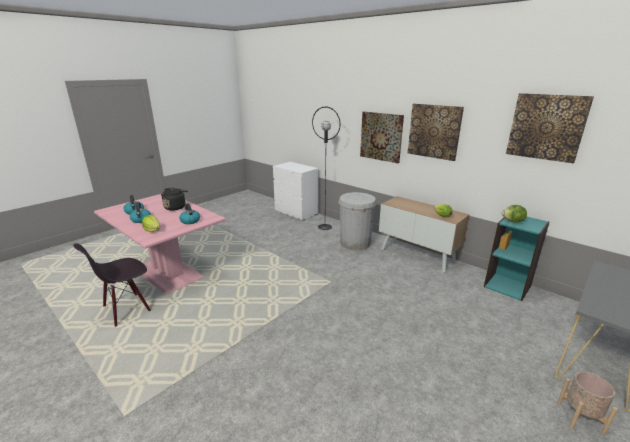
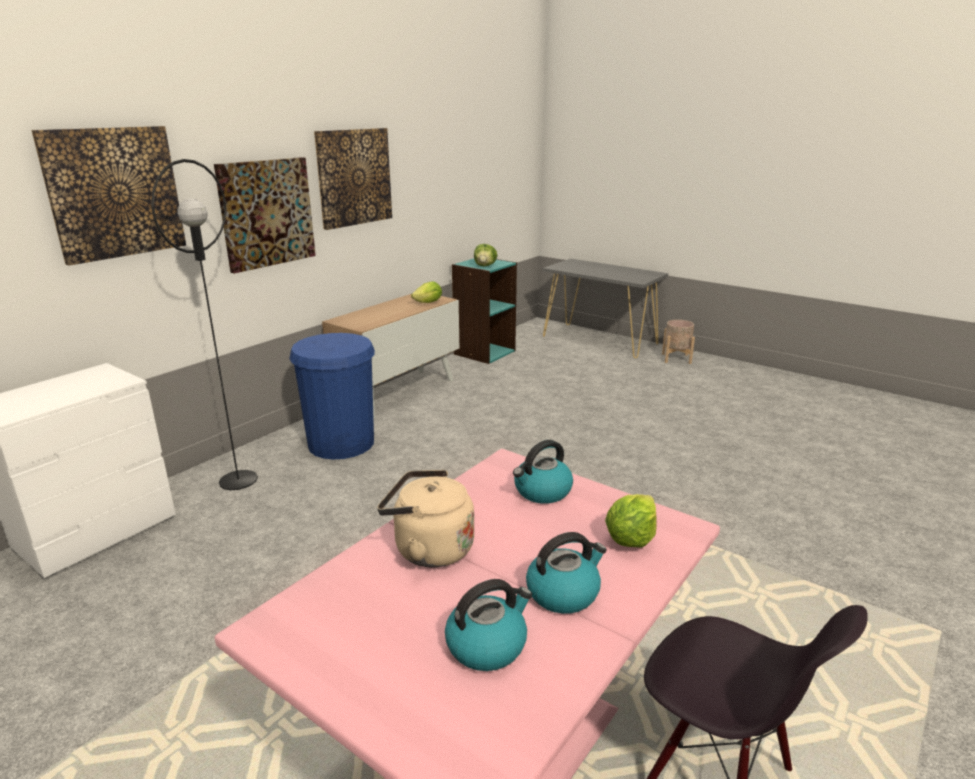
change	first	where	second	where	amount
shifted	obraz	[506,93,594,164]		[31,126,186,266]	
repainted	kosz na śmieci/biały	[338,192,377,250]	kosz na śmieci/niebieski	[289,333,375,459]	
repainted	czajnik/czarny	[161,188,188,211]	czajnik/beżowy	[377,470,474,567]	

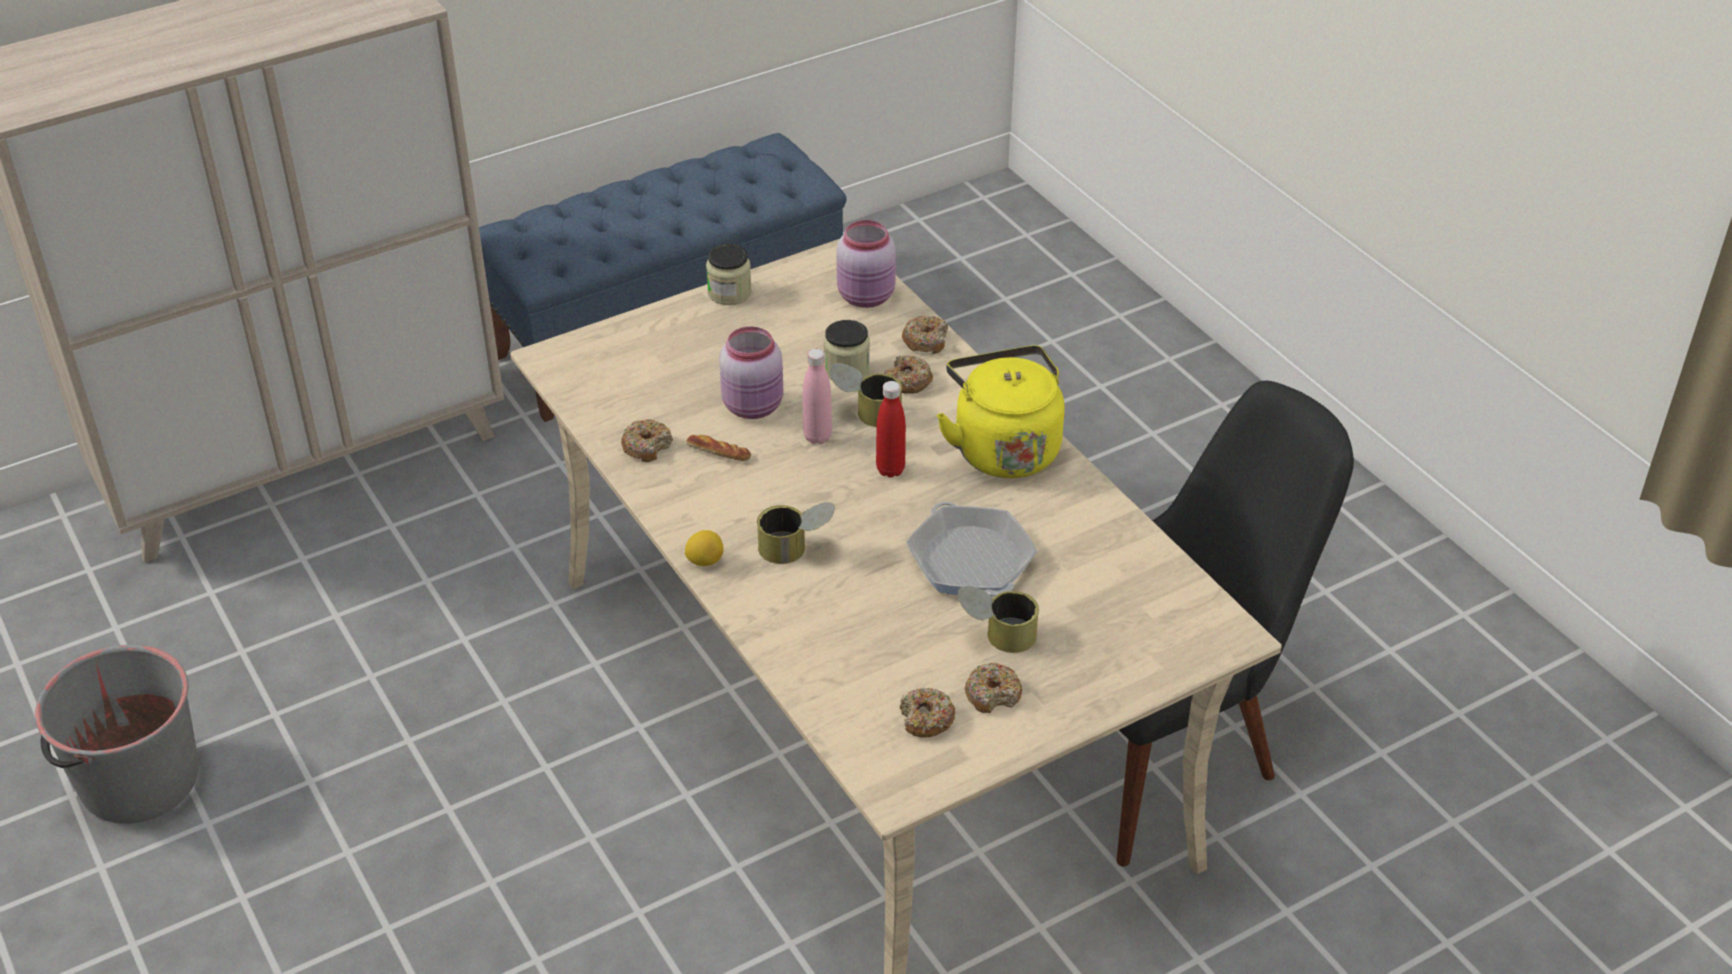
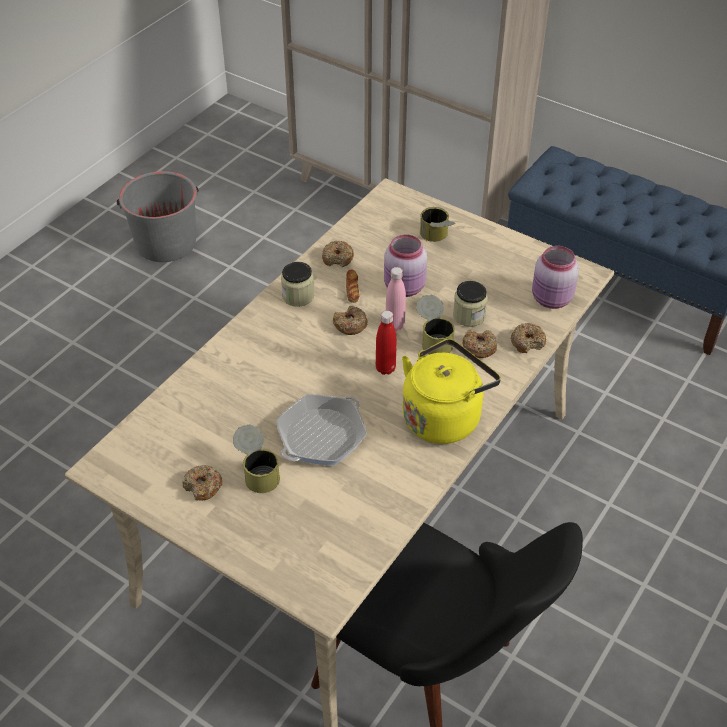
change	first	where	second	where	amount
shifted	słoik	[706,244,752,305]		[281,262,314,307]	
shifted	donut	[899,688,955,737]		[333,306,368,335]	
shifted	puszka	[757,502,835,564]		[420,207,455,242]	
gone	cytryna	[685,530,724,566]			

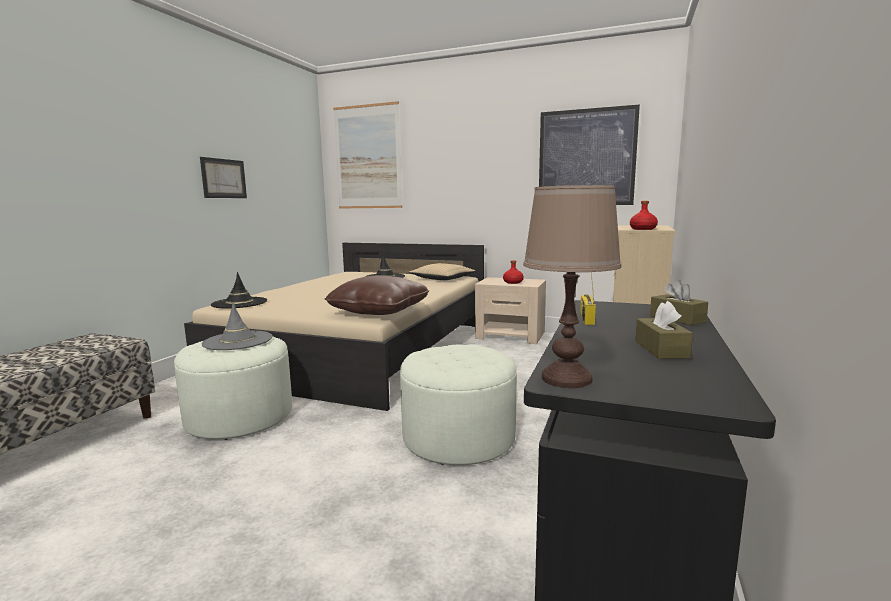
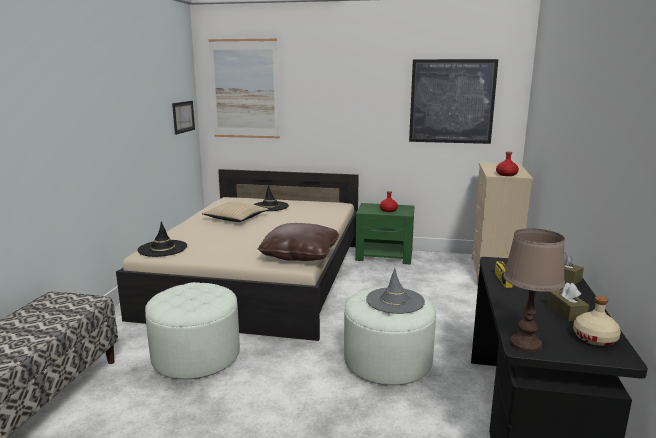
change	first	where	second	where	amount
shifted	obraz	[200,157,247,198]		[172,101,195,135]	
shifted	poduszka/beżowy	[409,263,475,280]		[202,202,269,222]	
repainted	szafka nocna/beżowy	[475,277,546,344]	szafka nocna/zielony	[355,203,414,264]	
shifted	kapelusz/szary	[202,302,272,350]		[366,268,425,314]	
new			butelka/beżowy	[573,296,621,346]	

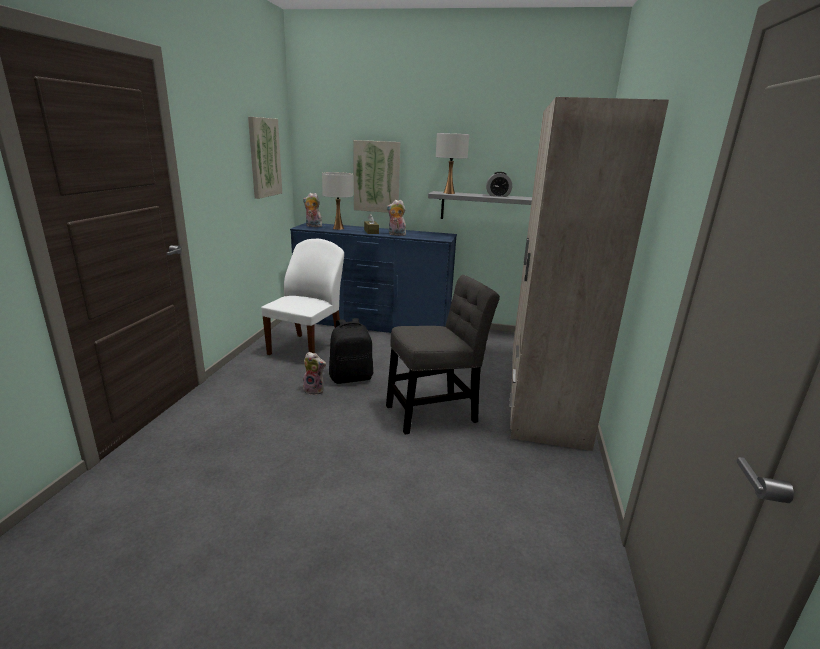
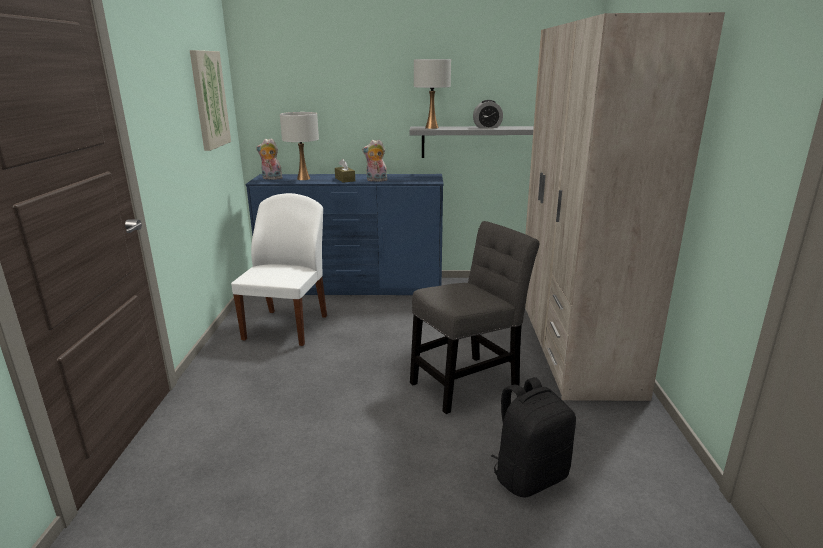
change	first	where	second	where	amount
shifted	plecak/czarny	[329,318,373,384]		[491,377,576,498]	
gone	pluszak	[303,352,326,395]			
gone	obraz	[353,140,400,213]			

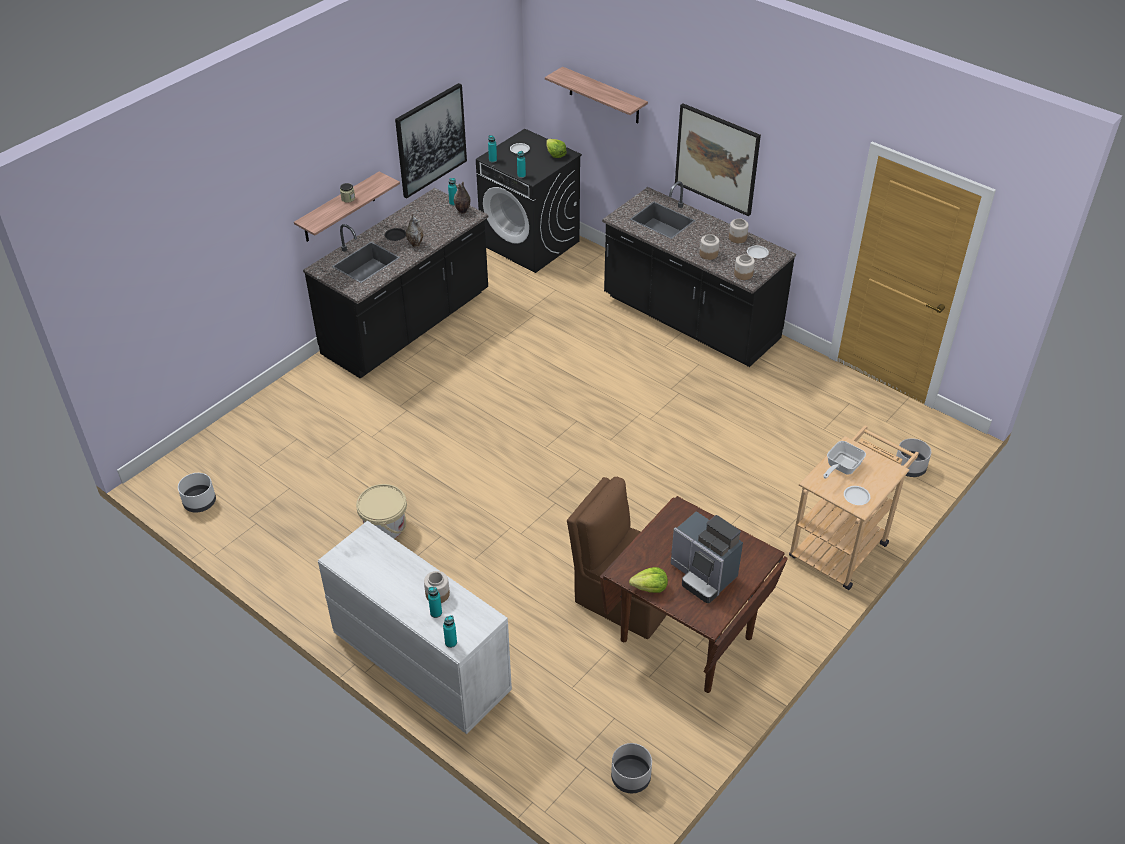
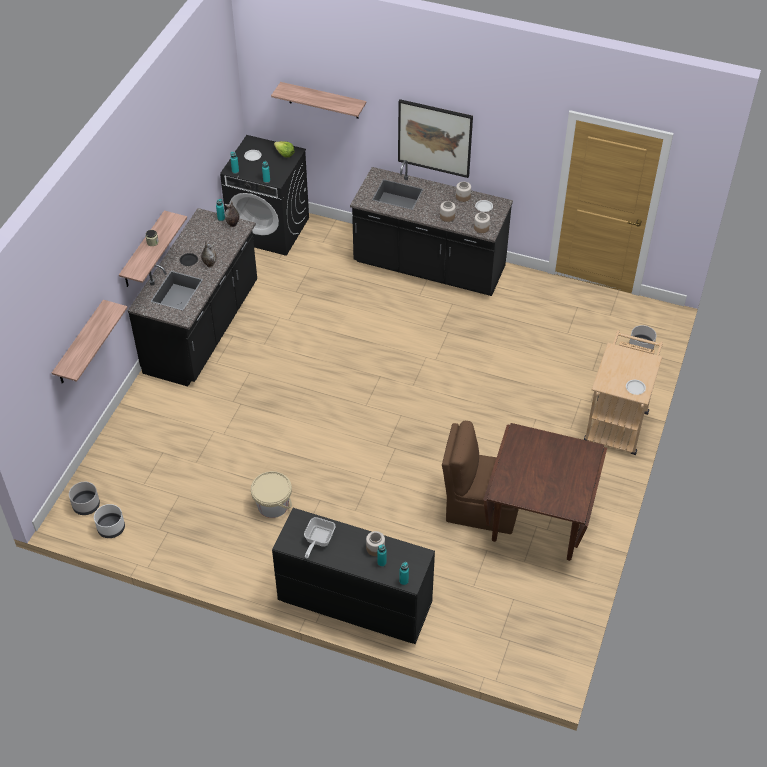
change	first	where	second	where	amount
new			półka	[52,300,128,384]	
shifted	donica/szary	[611,743,652,793]		[69,482,100,515]	
repainted	komoda/biały	[318,521,512,734]	komoda/czarny	[272,508,435,644]	
shifted	patelnia	[823,441,866,479]		[304,517,336,558]	
gone	obraz	[395,83,467,198]			
gone	sałata	[629,567,668,593]			
gone	ekspres do kawy	[671,511,743,603]			

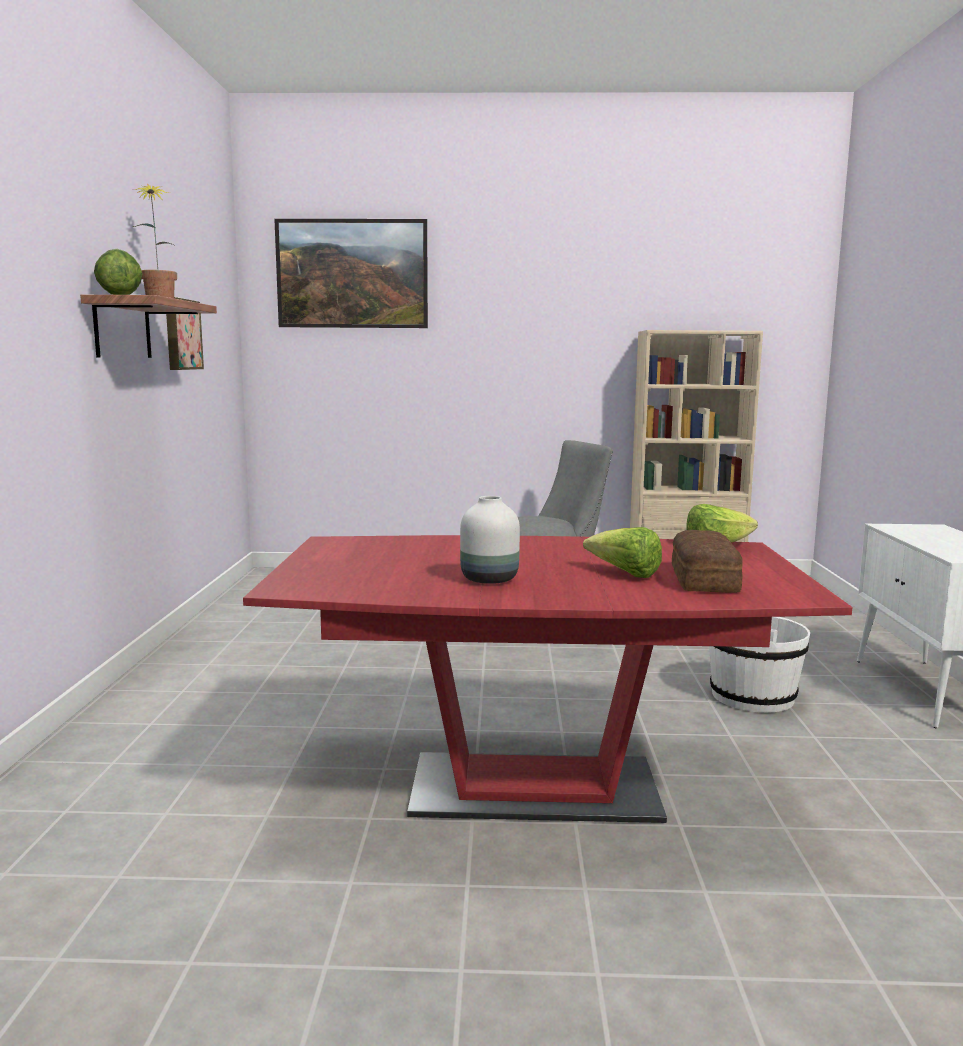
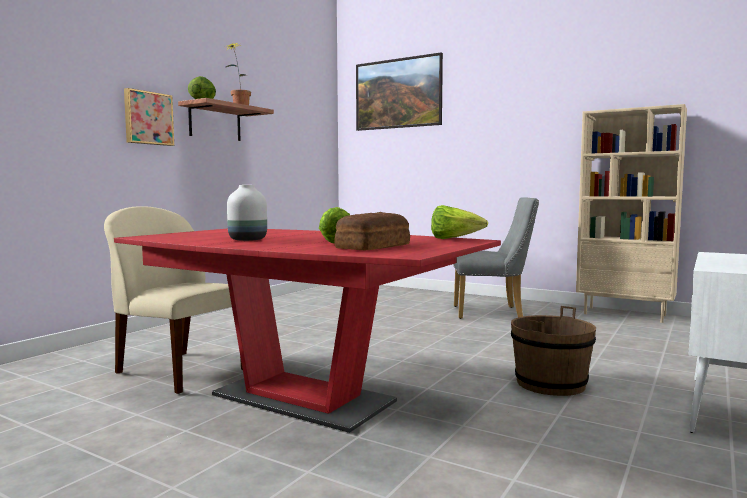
change	first	where	second	where	amount
new			krzesło/beżowy	[104,206,243,394]	
shifted	obraz	[166,297,204,370]		[124,88,174,146]	
repainted	wiadro/biały	[709,617,810,713]	wiadro/brązowy	[511,306,596,396]	

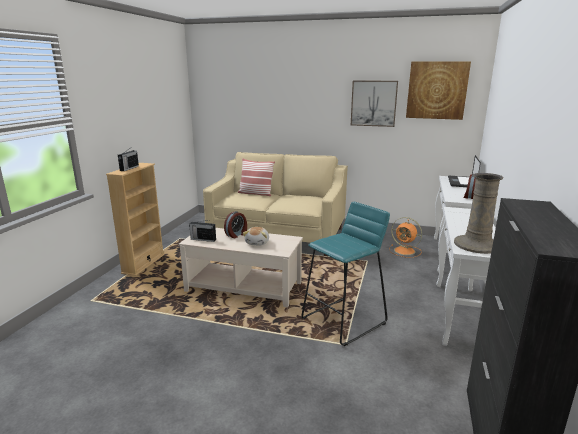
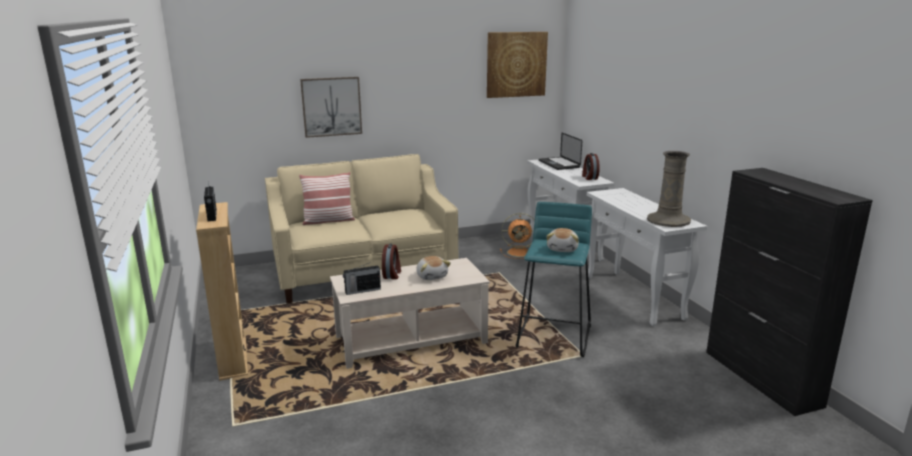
change	first	where	second	where	amount
shifted	obraz	[351,80,398,127]		[300,77,362,138]	
new			pluszak	[546,228,579,252]	

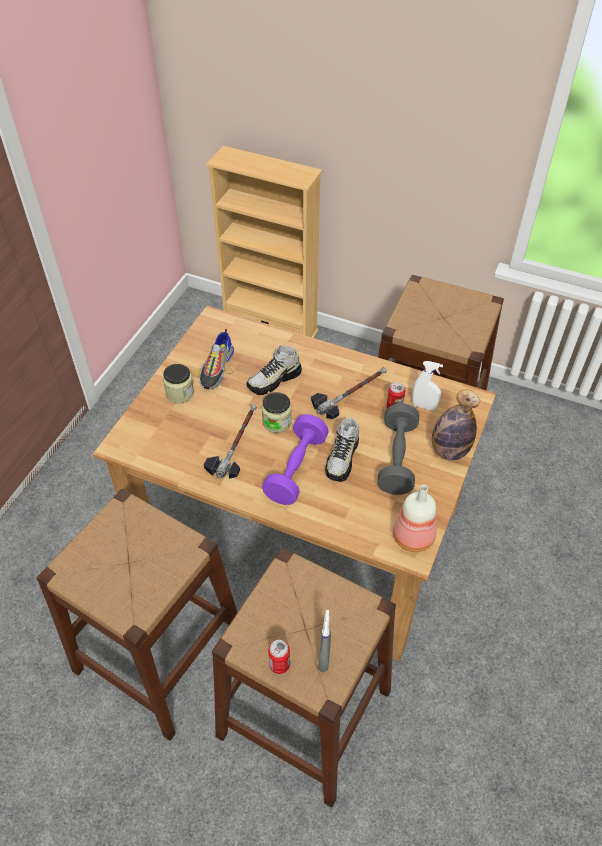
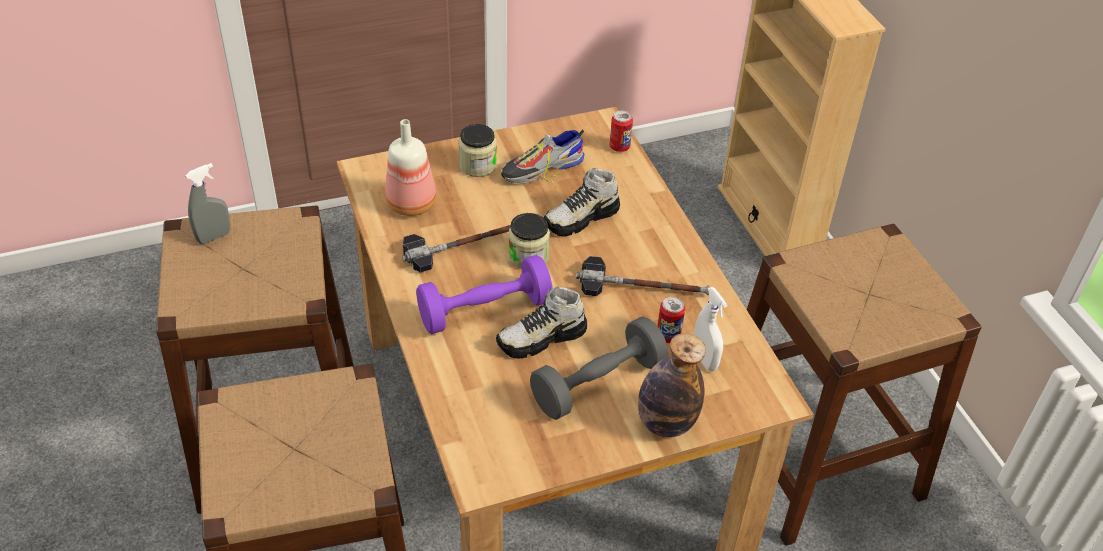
change	first	where	second	where	amount
shifted	spryskiwacz/szary	[318,610,331,672]		[186,163,230,244]	
shifted	butelka	[393,485,436,552]		[385,119,436,216]	
rotated	but	[246,346,302,395]		[544,168,620,237]	45 degrees counterclockwise
shifted	puszka	[268,640,290,674]		[609,111,633,152]	

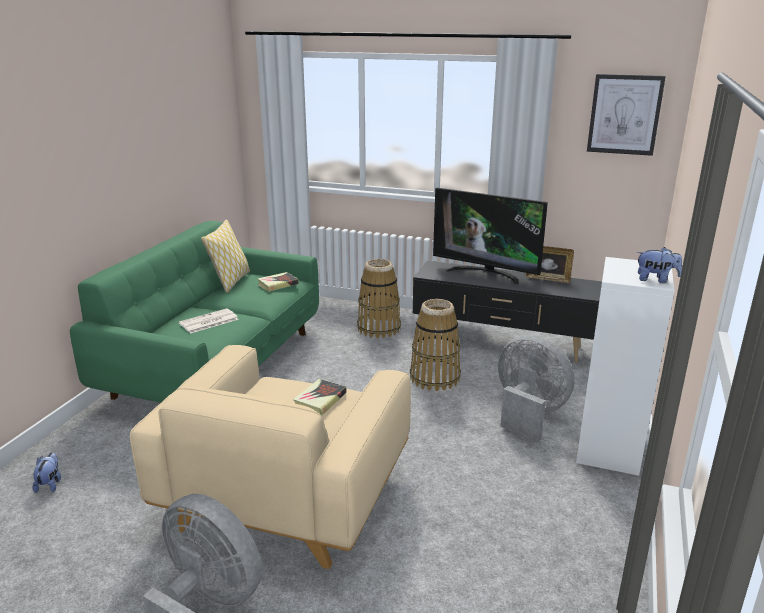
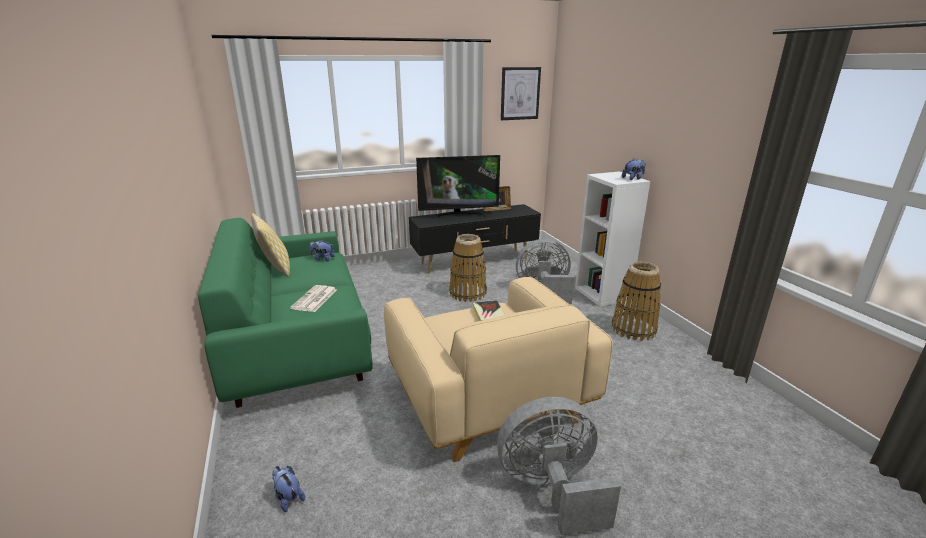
change	first	where	second	where	amount
swapped	książka	[258,272,299,292]	pluszak	[310,239,335,261]	
shifted	koszyk	[357,259,401,338]		[612,262,661,341]	

